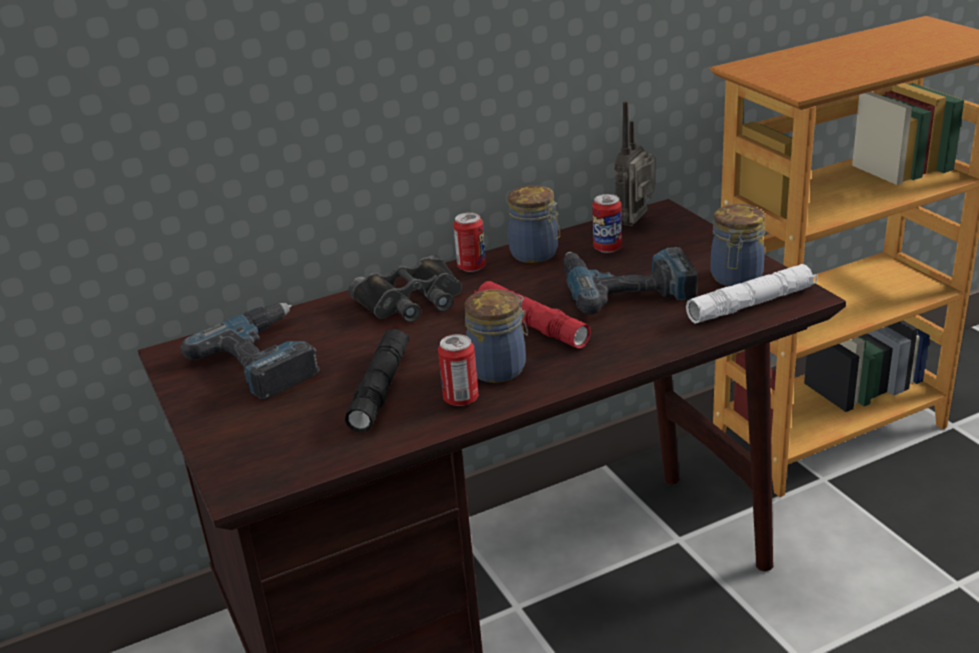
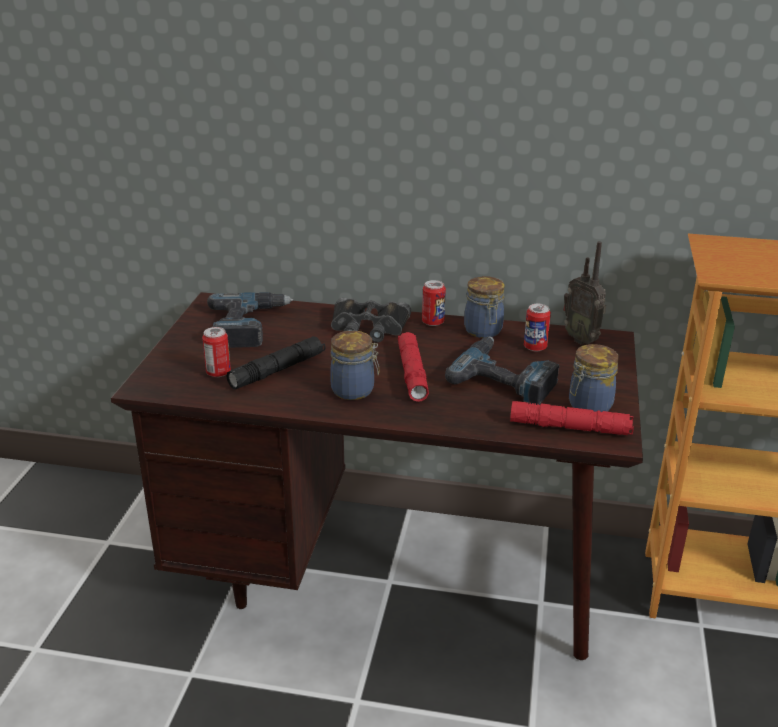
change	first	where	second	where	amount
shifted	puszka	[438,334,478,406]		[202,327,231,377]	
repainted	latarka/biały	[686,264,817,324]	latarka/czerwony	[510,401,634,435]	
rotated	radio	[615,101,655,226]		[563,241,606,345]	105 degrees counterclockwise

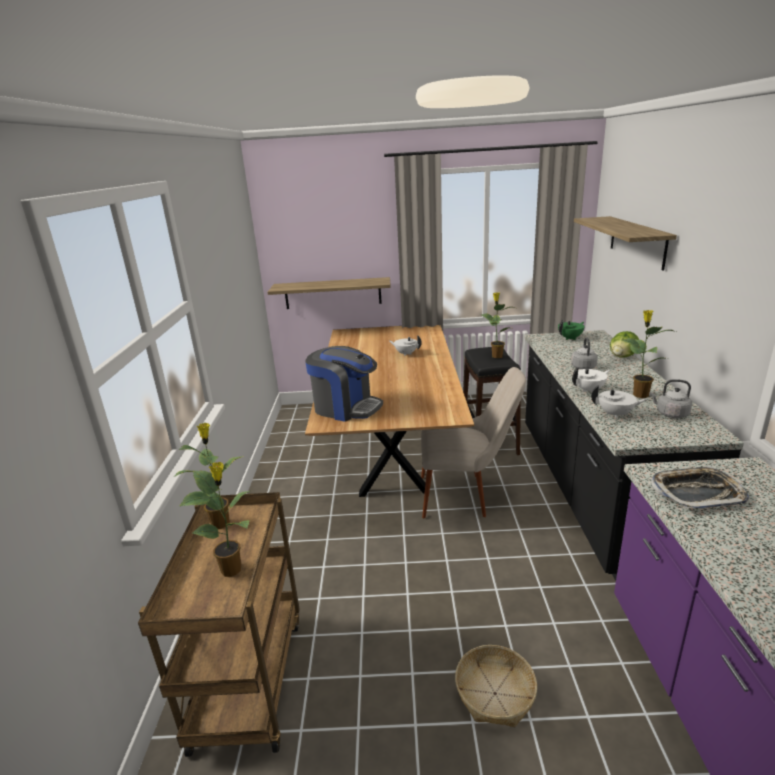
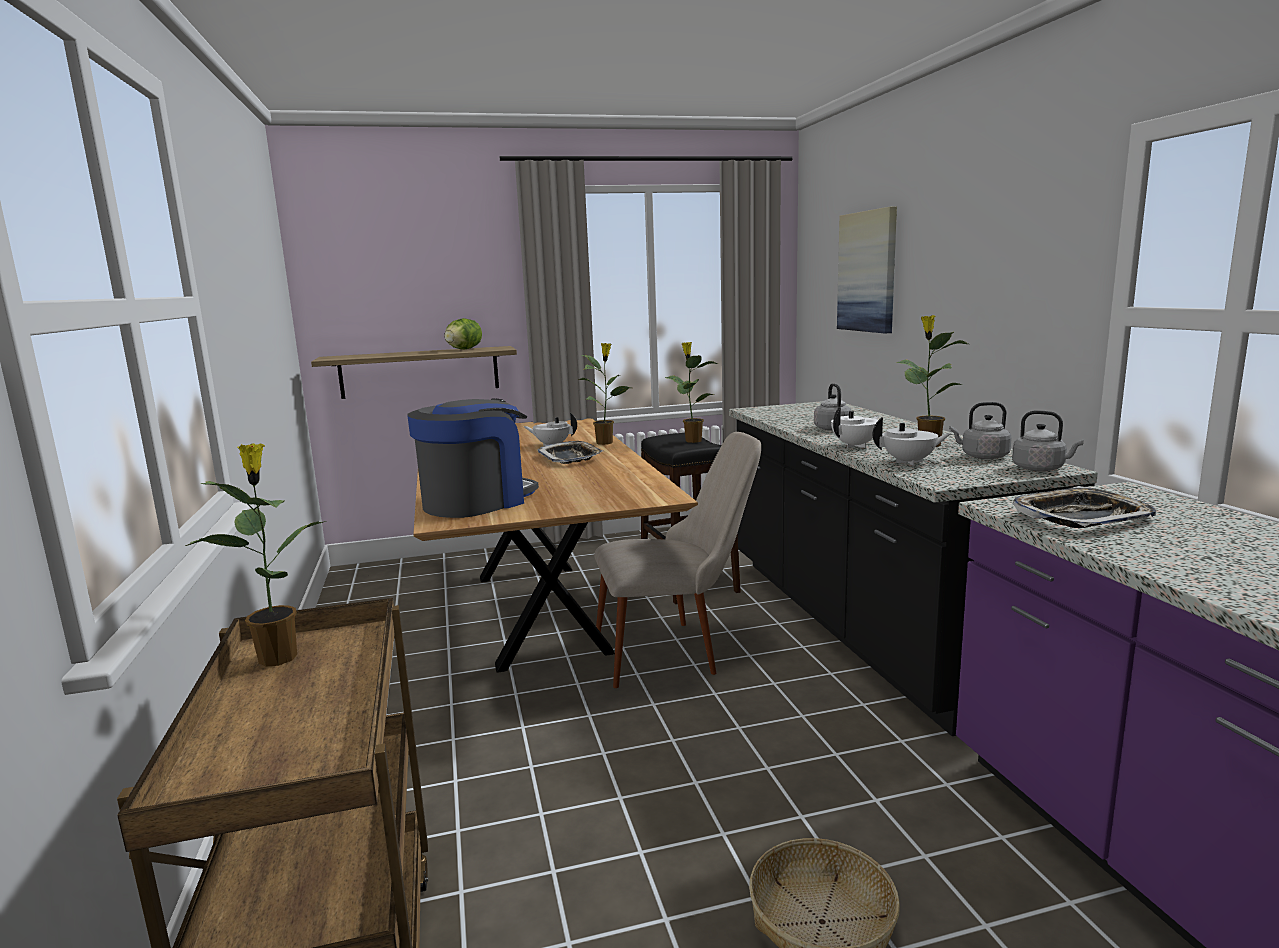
change	first	where	second	where	amount
rotated	ekspres do kawy	[305,346,383,422]		[407,398,539,518]	60 degrees counterclockwise
shifted	sałata	[610,331,639,358]		[444,318,482,349]	
new			taca	[537,441,603,464]	
shifted	roślina doniczkowa	[179,462,250,577]		[577,343,630,445]	
swapped	półka	[574,216,677,270]	obraz	[837,206,897,333]	
new			czajnik/szary	[1012,410,1084,471]	
gone	imbryk/zielony	[558,320,585,340]			

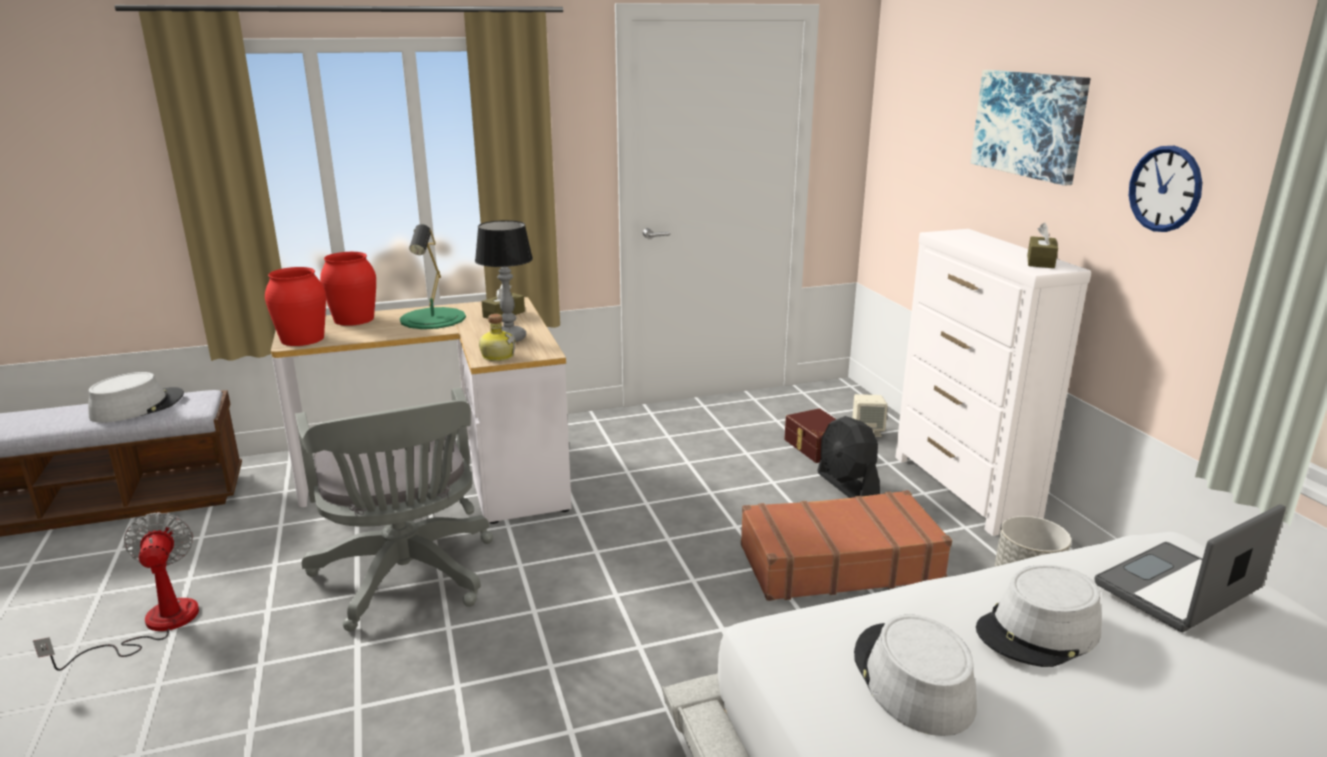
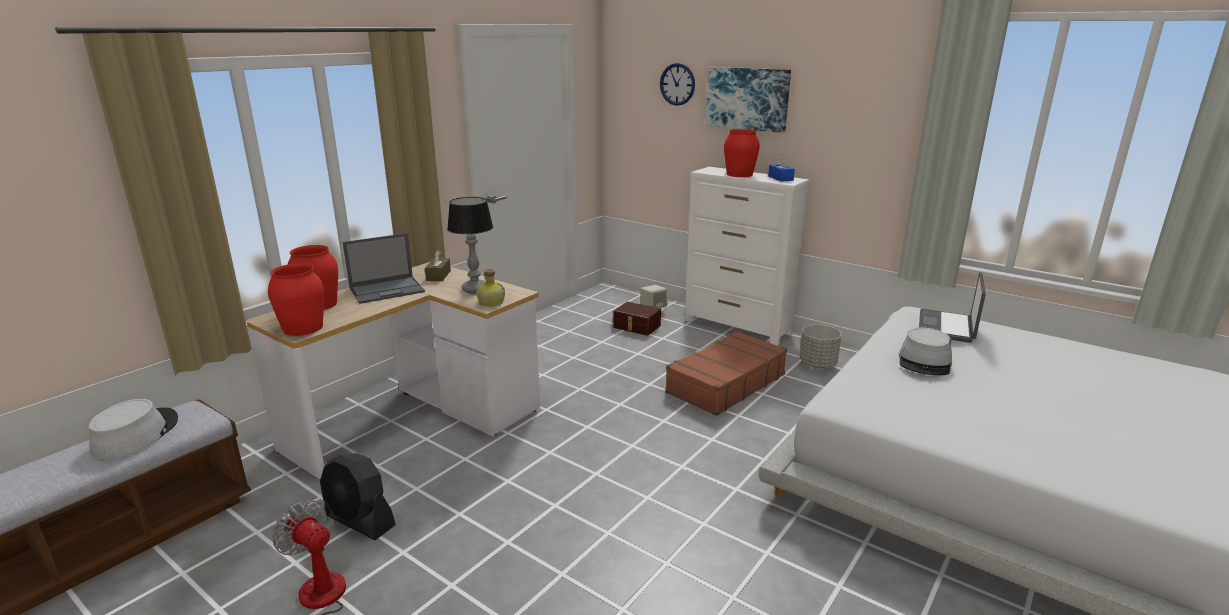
change	first	where	second	where	amount
shifted	wentylator/czarny	[817,416,880,498]		[320,453,396,540]	
swapped	lampa stołowa/zielony	[400,224,466,329]	laptop	[342,233,425,304]	
shifted	zegar ścienny	[1129,146,1202,232]		[660,63,695,106]	
new			wazon/czerwony	[724,129,760,177]	
repainted	pudełko chusteczek/brązowy	[1027,223,1058,268]	pudełko chusteczek/niebieski	[768,155,795,182]	
gone	krzesło biurowe/szary	[295,388,493,631]			
gone	kapelusz/szary	[854,614,977,736]			

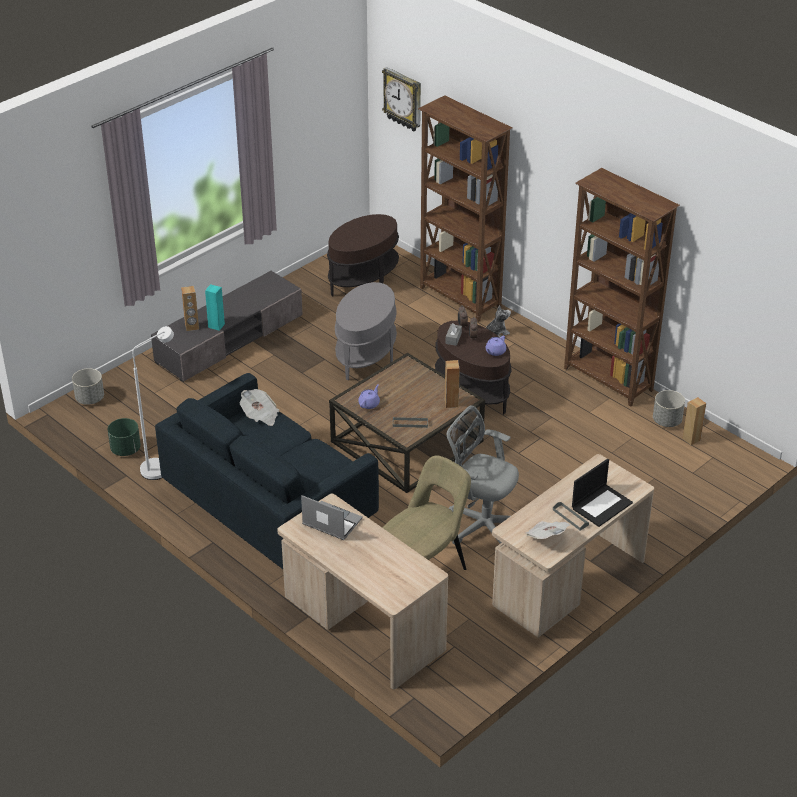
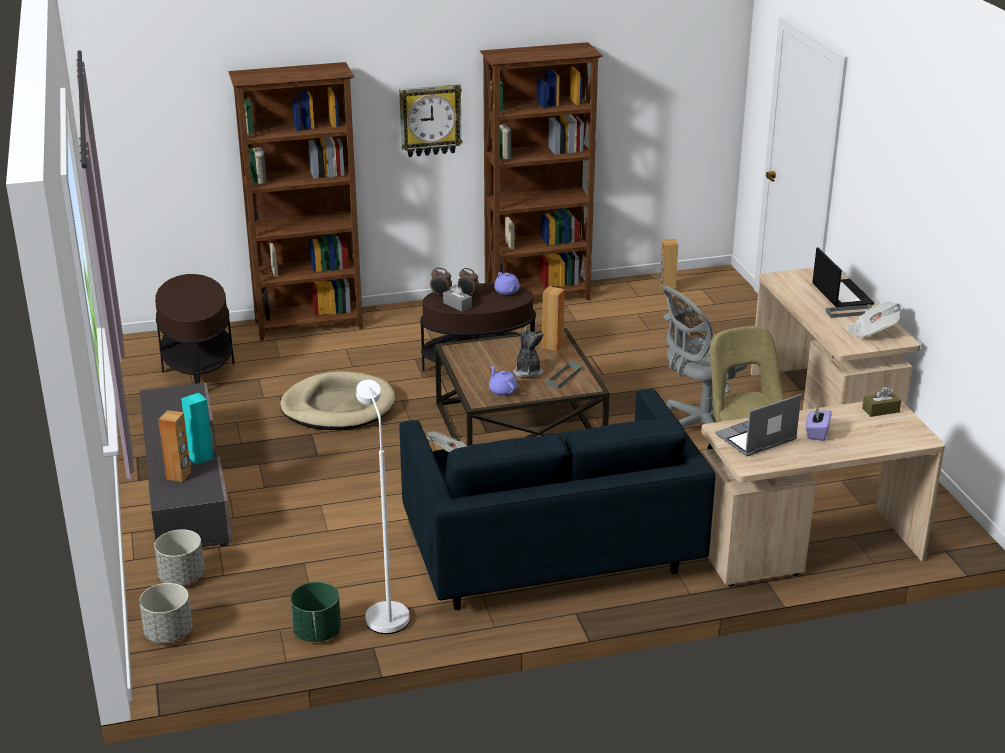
change	first	where	second	where	amount
shifted	donica/szary	[653,390,685,427]		[154,529,205,586]	
swapped	stolik/szary	[335,282,397,381]	legowisko/beżowy	[280,371,395,430]	
shifted	zegar ścienny	[382,67,421,131]		[399,84,462,157]	
shifted	pluszak	[486,305,511,339]		[513,327,544,377]	
new			pudełko chusteczek/fioletowy	[806,406,832,441]	
new			pudełko chusteczek/brązowy	[862,387,901,417]	

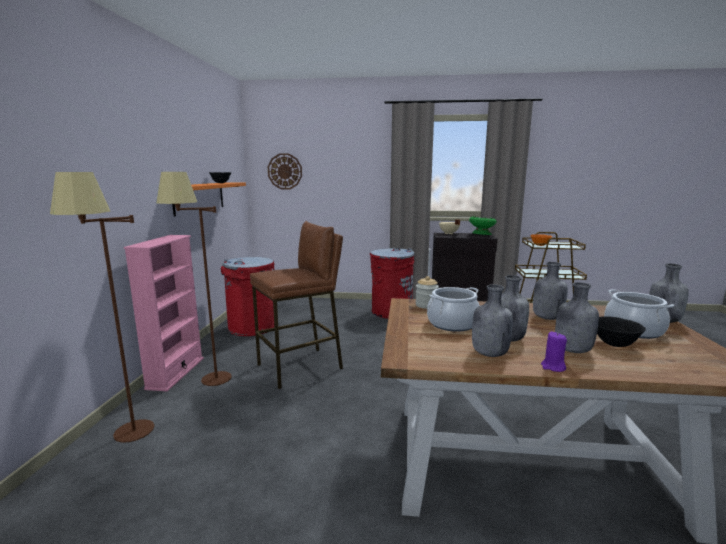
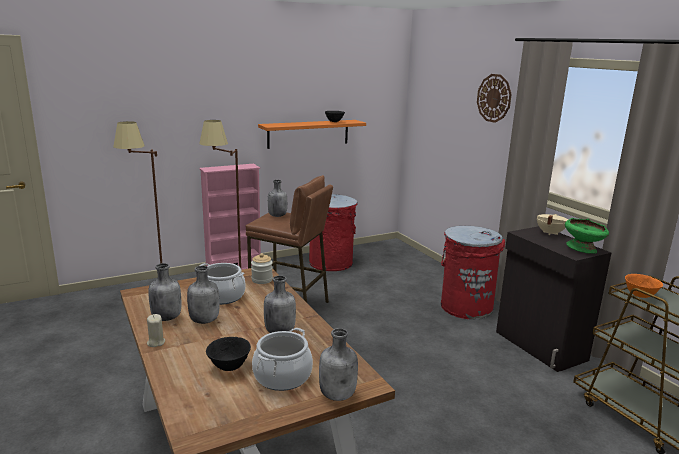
change	first	where	second	where	amount
repainted	świeca/fioletowy	[541,332,567,372]	świeca/beżowy	[147,314,165,347]	
shifted	butelka/szary	[555,282,599,353]		[268,180,287,217]	
shifted	zegar ścienny	[268,153,302,190]		[477,74,512,123]	

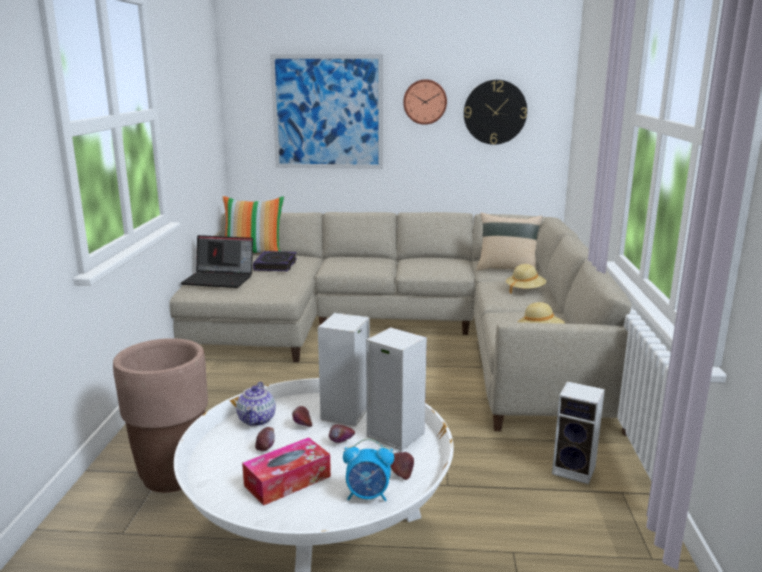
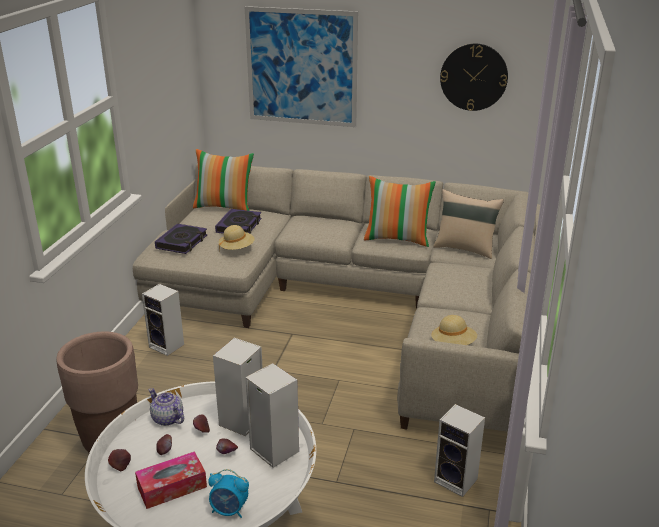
change	first	where	second	where	amount
shifted	jabłko	[390,452,414,480]		[108,449,131,471]	
new			głośnik	[142,284,184,356]	
rotated	imbryk	[236,382,276,426]		[149,388,184,426]	120 degrees clockwise
swapped	laptop	[181,235,253,288]	książka	[155,224,208,254]	
shifted	kapelusz/beżowy	[506,264,546,294]		[219,225,254,252]	
new			poduszka	[364,176,436,247]	
gone	zegar ścienny	[403,79,447,125]			

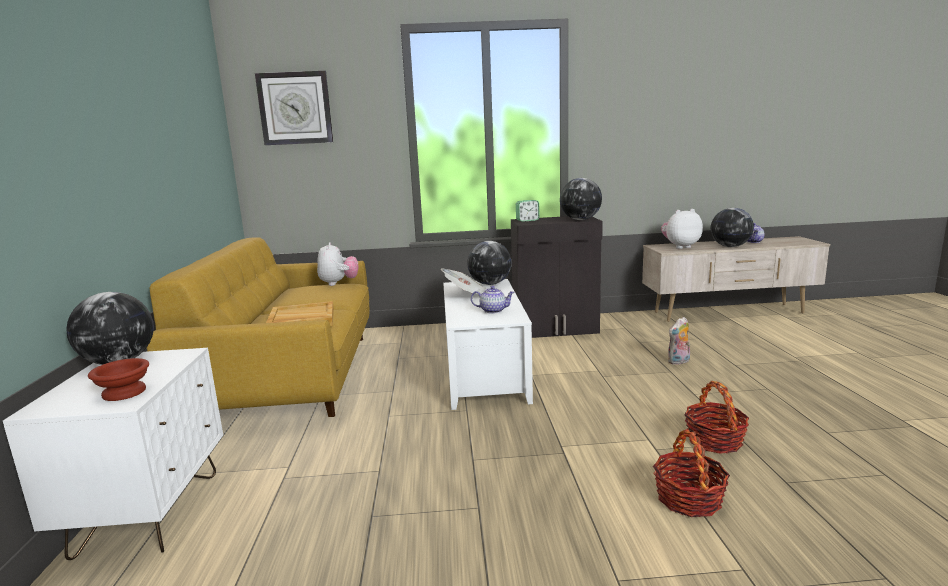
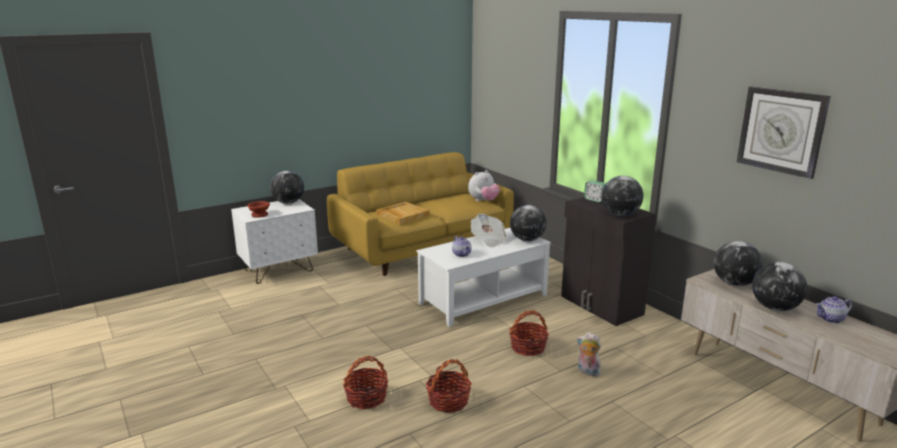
change	first	where	second	where	amount
new			koszyk	[509,310,549,356]	
swapped	pluszak	[661,209,703,249]	globus	[714,241,763,286]	
shifted	zegar ścienny	[255,71,333,145]		[737,87,831,179]	

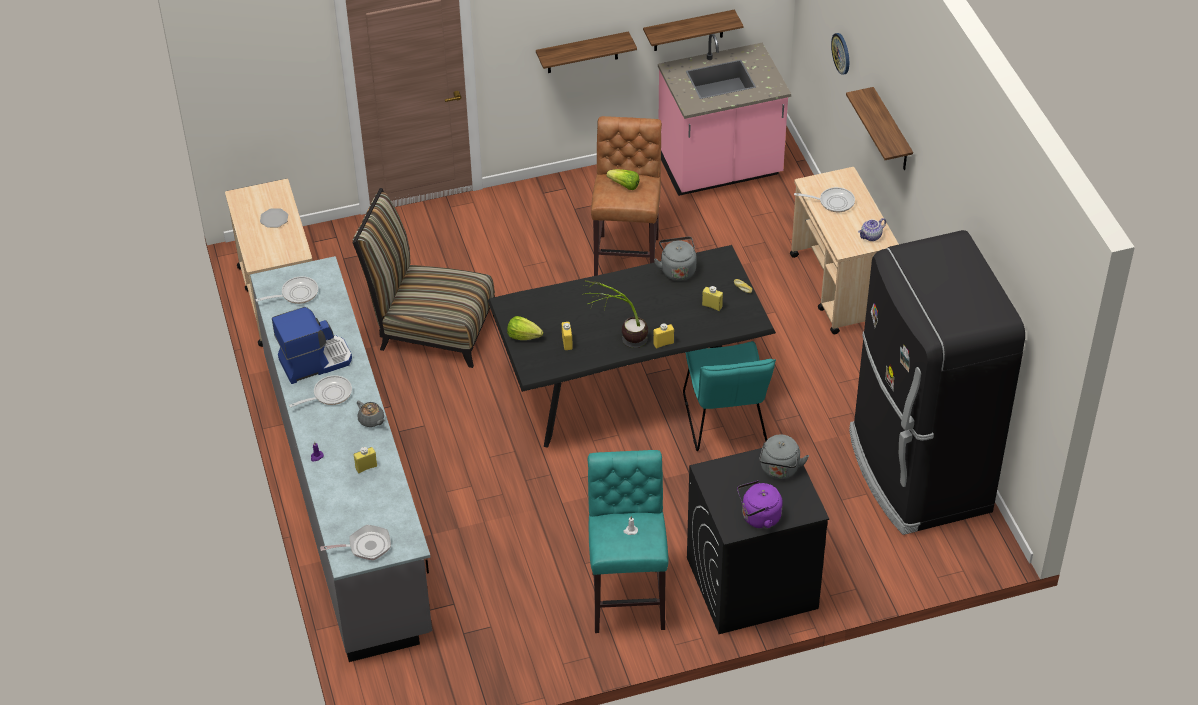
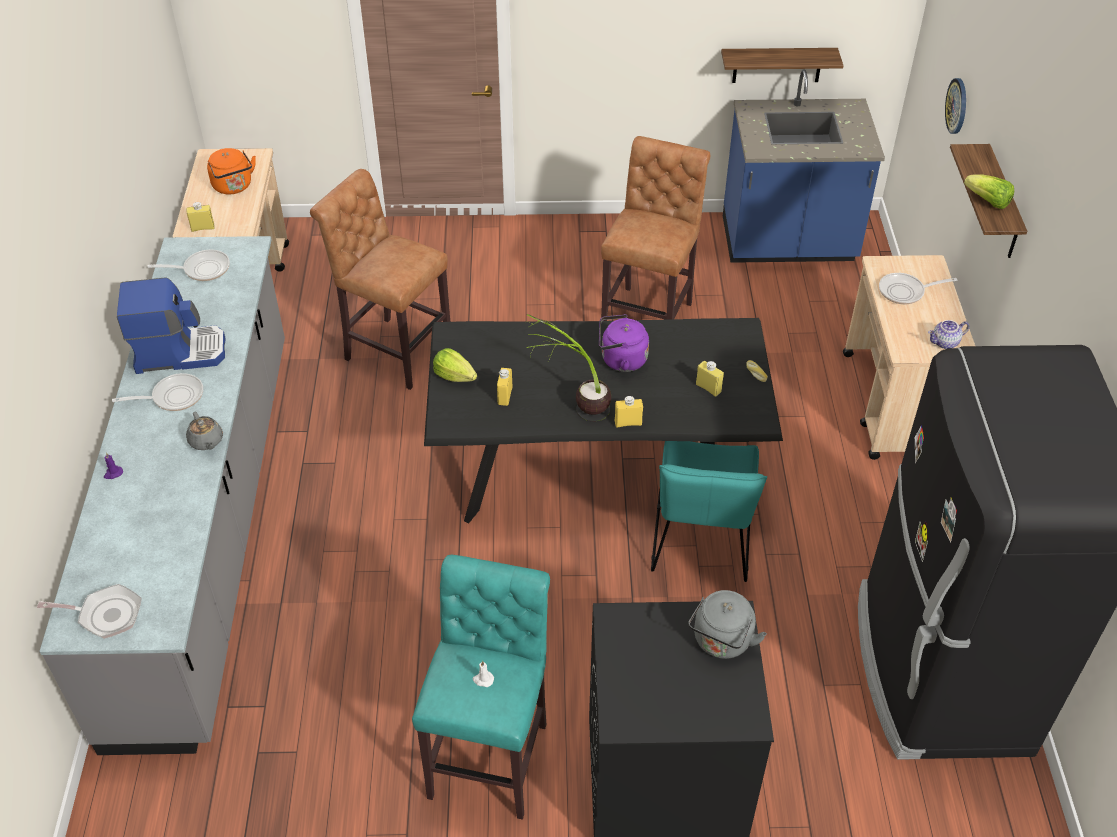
change	first	where	second	where	amount
shifted	butelka/żółty	[354,447,377,473]		[187,202,214,232]	
swapped	talerz	[260,209,288,228]	czajnik/pomarańczowy	[207,148,256,194]	
swapped	krzesło	[352,188,495,368]	stołek/brązowy	[310,169,450,390]	
shifted	czajnik/fioletowy	[737,480,783,529]		[599,314,649,372]	
repainted	zabudowa kuchenna/różowy	[658,34,791,196]	zabudowa kuchenna/niebieski	[723,69,885,263]	
rotated	patelnia	[794,187,855,212]		[879,273,957,304]	150 degrees clockwise
shifted	sałata	[606,169,640,190]		[964,174,1014,209]	
gone	półka	[536,31,637,73]			
gone	czajnik/szary	[654,237,697,281]			

